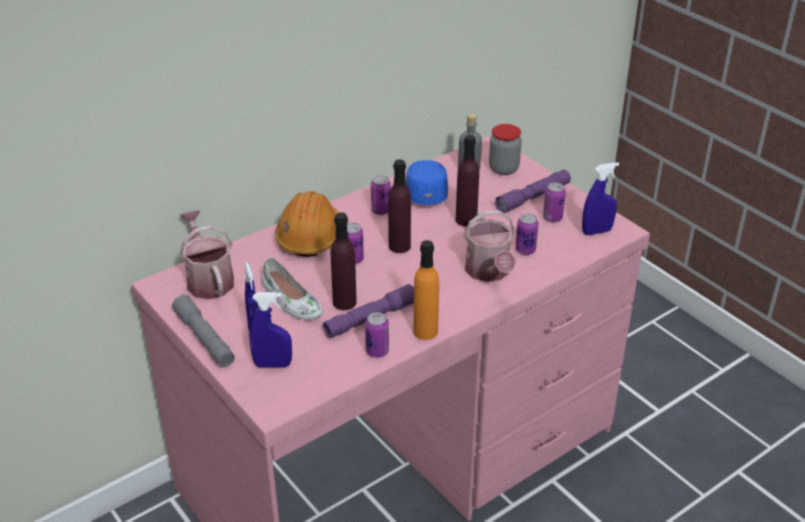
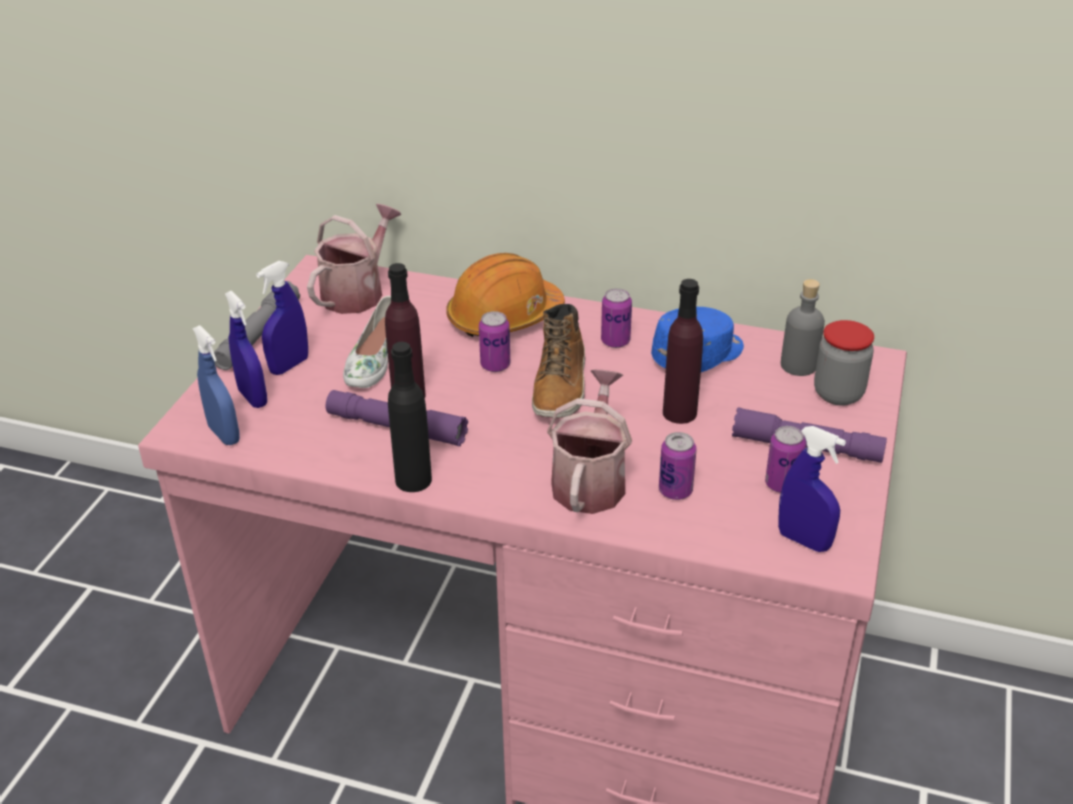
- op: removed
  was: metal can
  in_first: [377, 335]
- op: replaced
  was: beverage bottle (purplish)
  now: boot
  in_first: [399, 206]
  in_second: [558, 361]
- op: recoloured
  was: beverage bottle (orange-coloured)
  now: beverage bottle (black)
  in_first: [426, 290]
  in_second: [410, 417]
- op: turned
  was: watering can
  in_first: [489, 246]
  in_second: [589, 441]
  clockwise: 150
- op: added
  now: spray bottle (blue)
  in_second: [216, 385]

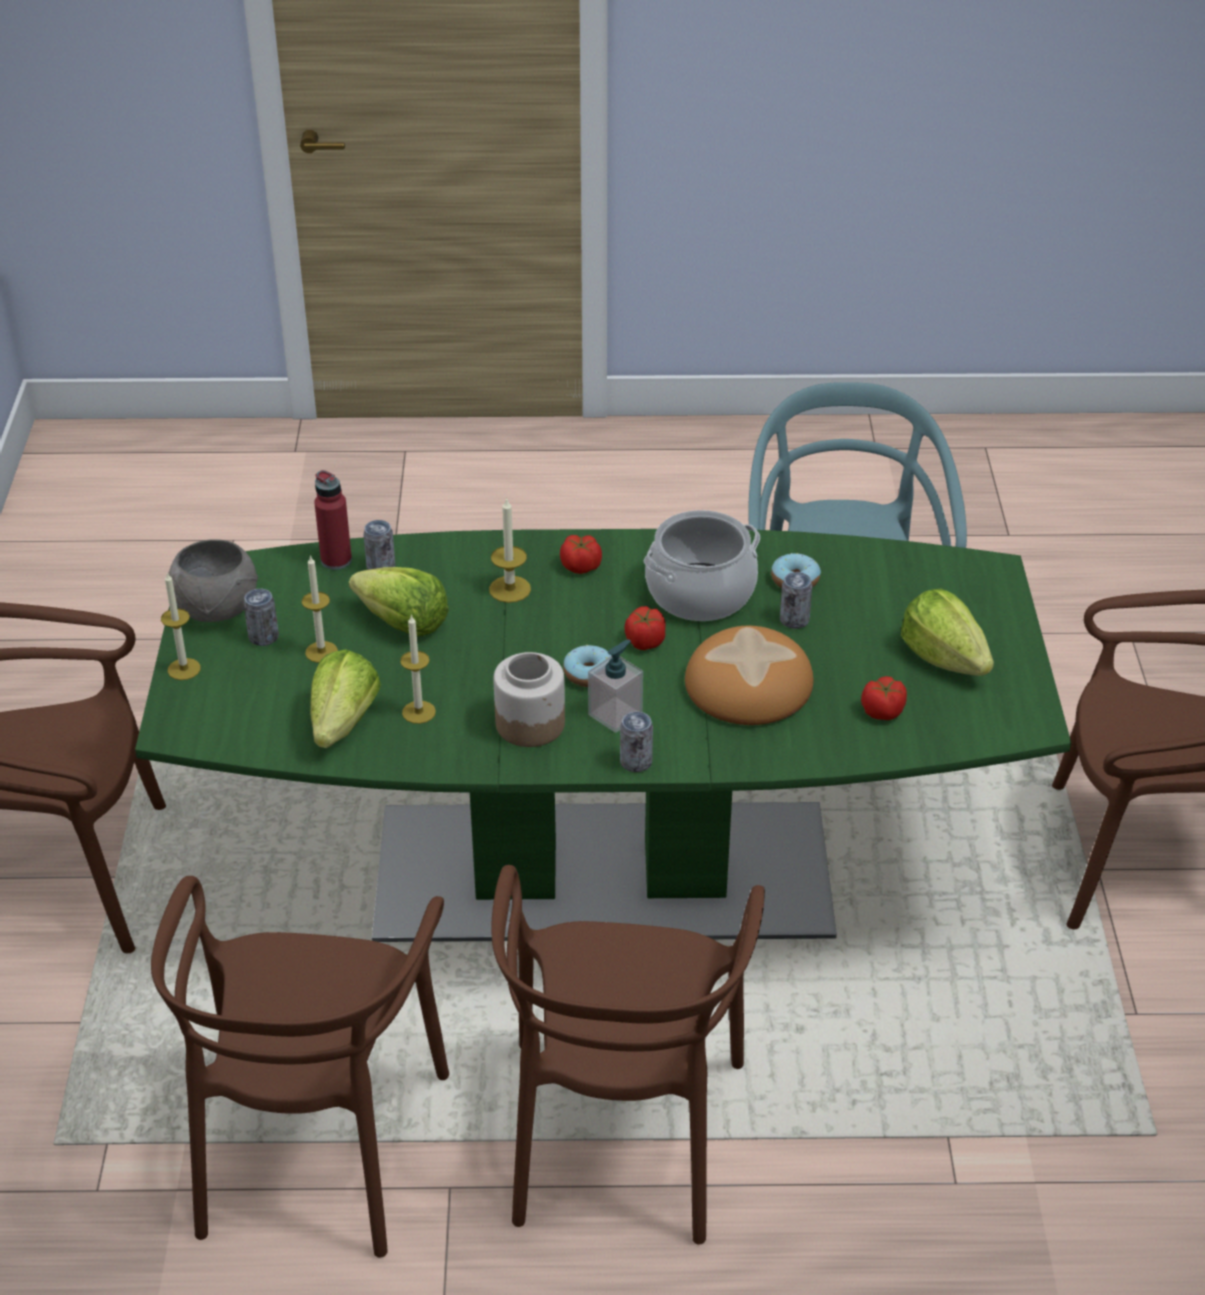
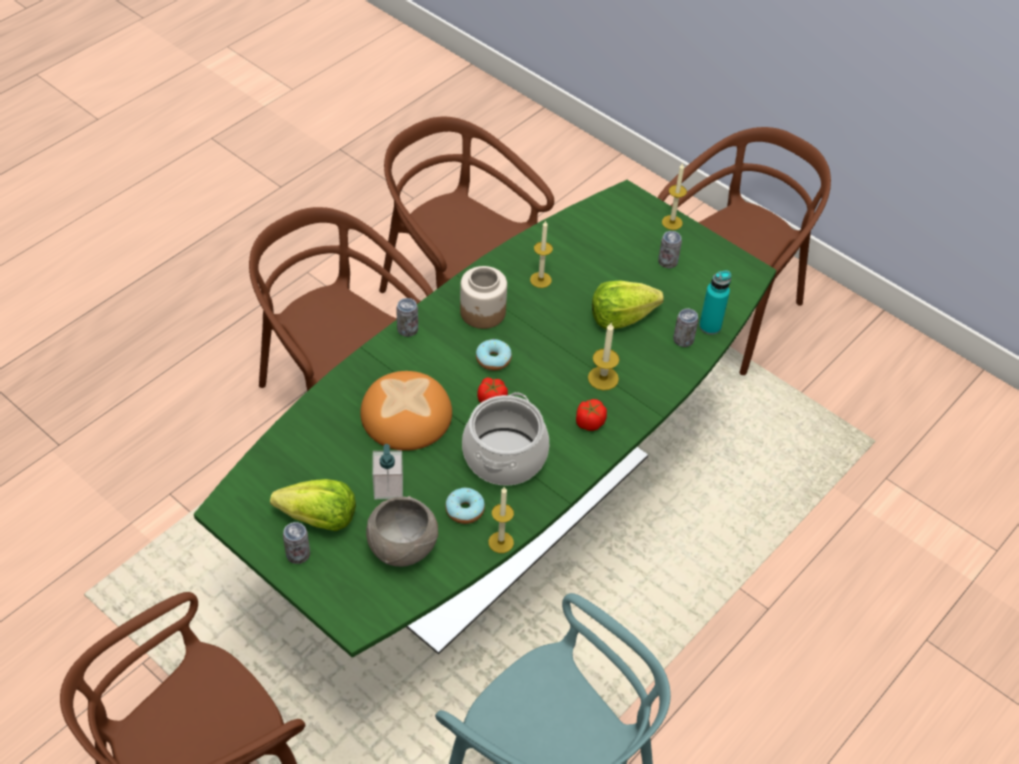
- op: moved
  was: serving bowl (greyish)
  in_first: [213, 580]
  in_second: [402, 531]
- op: moved
  was: wax candle
  in_first: [320, 609]
  in_second: [501, 520]
- op: removed
  was: head of lettuce
  in_first: [345, 698]
- op: recoloured
  was: beverage bottle (reddish)
  now: beverage bottle (turquoise-coloured)
  in_first: [333, 520]
  in_second: [715, 302]
- op: moved
  was: liquid soap bottle
  in_first: [615, 686]
  in_second: [387, 471]
- op: moved
  was: metal can
  in_first: [796, 600]
  in_second: [296, 543]
- op: removed
  was: fresh tomato
  in_first: [884, 698]

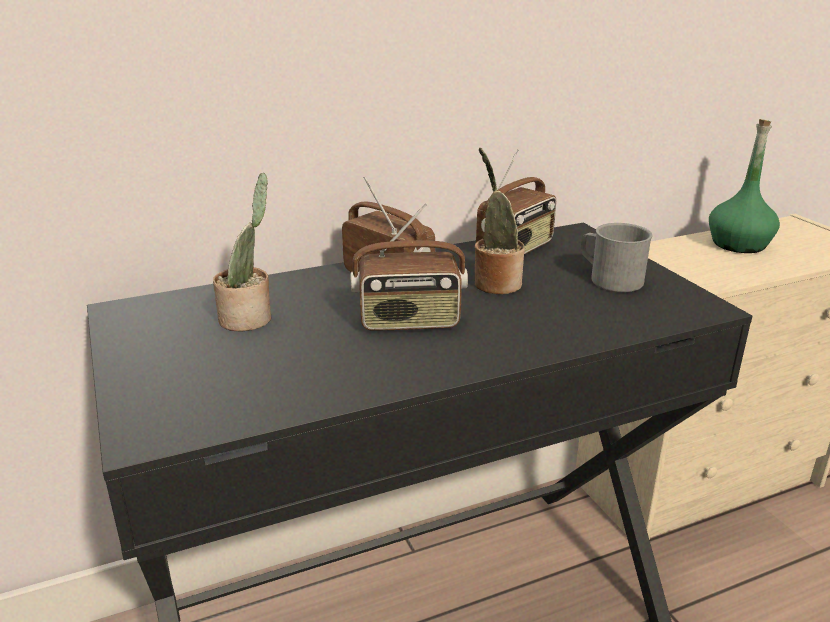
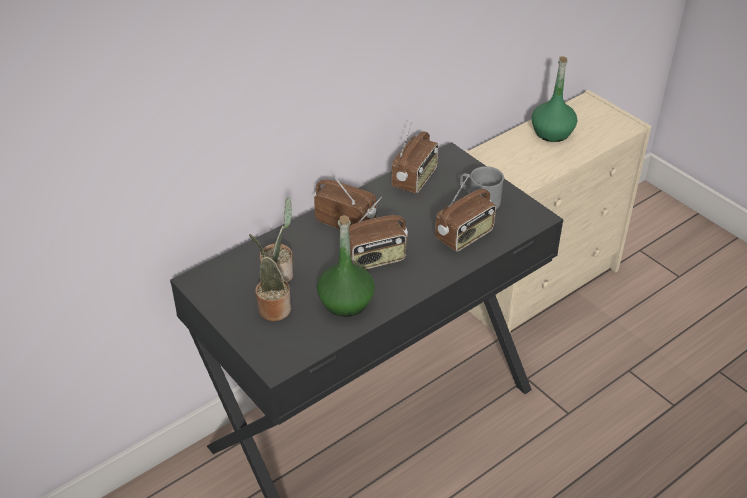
- op: moved
  was: potted plant
  in_first: [500, 221]
  in_second: [270, 277]
- op: added
  now: beverage bottle (green)
  in_second: [346, 266]
- op: added
  now: radio
  in_second: [465, 213]

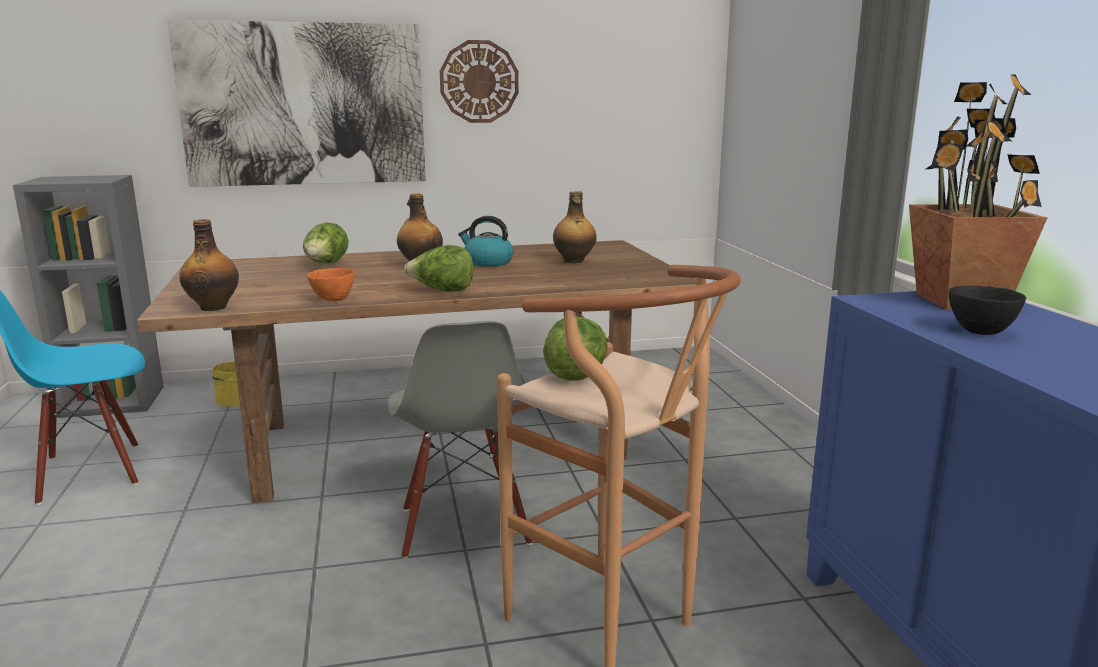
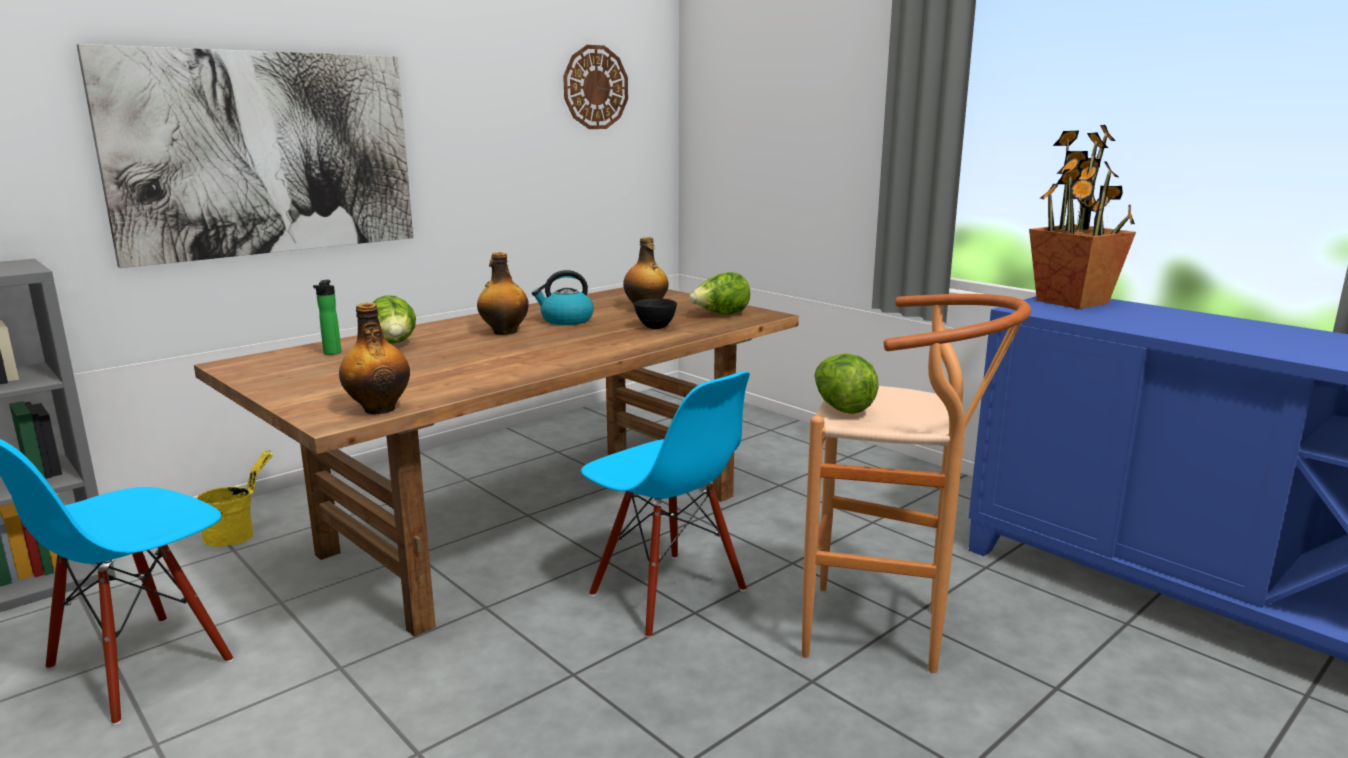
- op: removed
  was: serving bowl (orange-coloured)
  in_first: [331, 284]
- op: recoloured
  was: upright chair (greyish)
  now: upright chair (blue)
  in_first: [460, 440]
  in_second: [665, 505]
- op: moved
  was: head of lettuce
  in_first: [439, 268]
  in_second: [719, 293]
- op: moved
  was: wall clock
  in_first: [479, 81]
  in_second: [595, 87]
- op: moved
  was: serving bowl (black)
  in_first: [987, 310]
  in_second: [655, 313]
- op: added
  now: beverage bottle
  in_second: [327, 317]

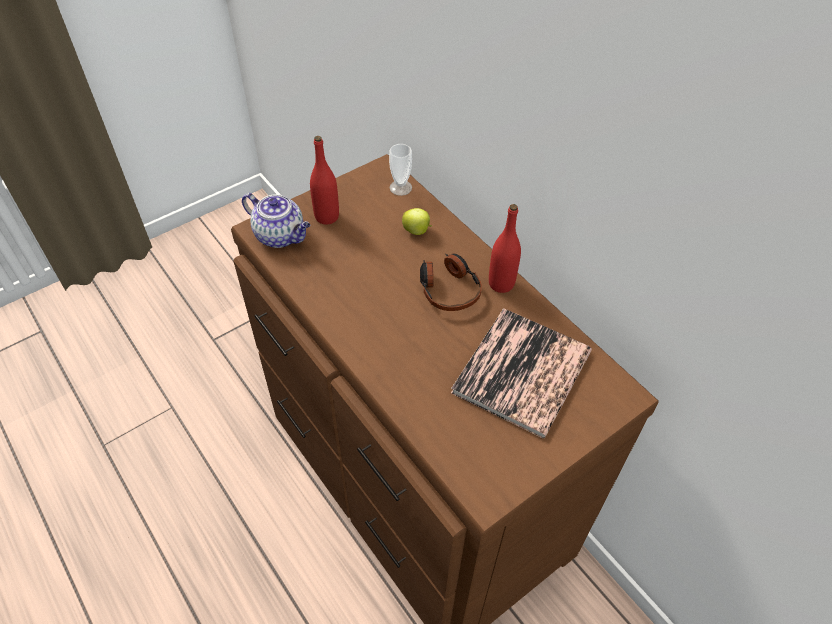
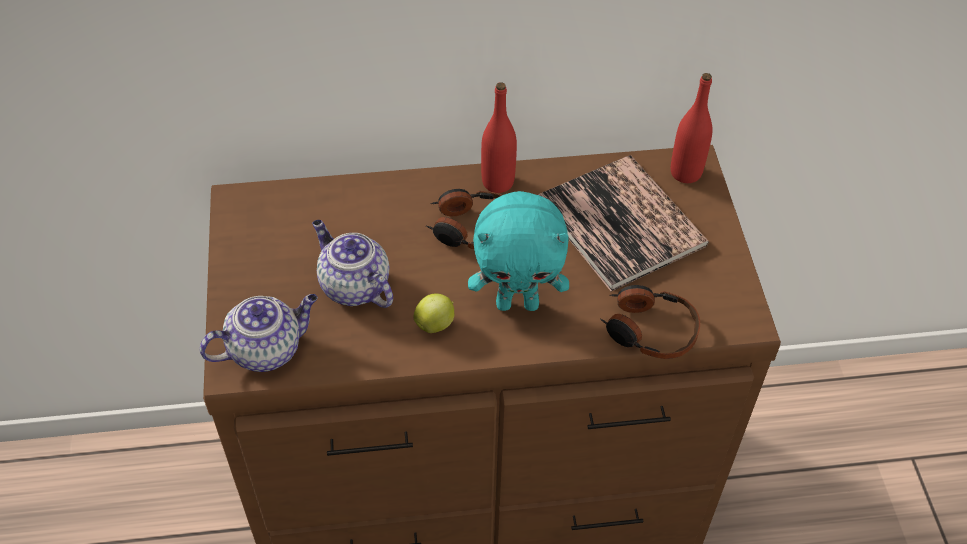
- op: moved
  was: beverage bottle (reddish)
  in_first: [324, 180]
  in_second: [692, 128]
- op: removed
  was: small cup
  in_first: [400, 170]
- op: moved
  was: apple
  in_first: [417, 221]
  in_second: [434, 313]
- op: added
  now: teapot
  in_second: [352, 264]
- op: added
  now: plush toy (turquoise-coloured)
  in_second: [518, 251]
- op: added
  now: headset
  in_second: [650, 322]

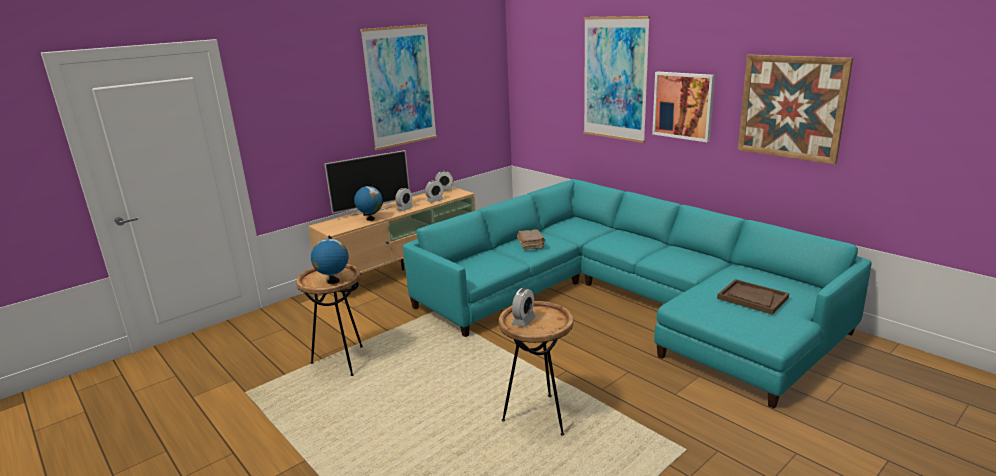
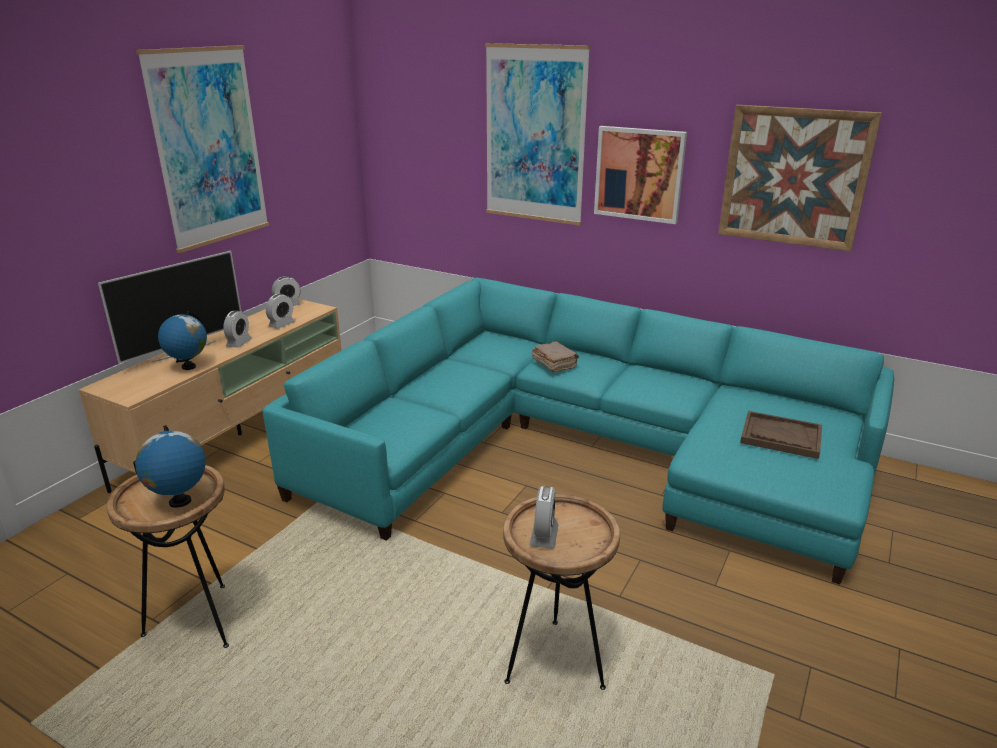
- op: moved
  was: bound book (brown-coloured)
  in_first: [531, 239]
  in_second: [555, 356]

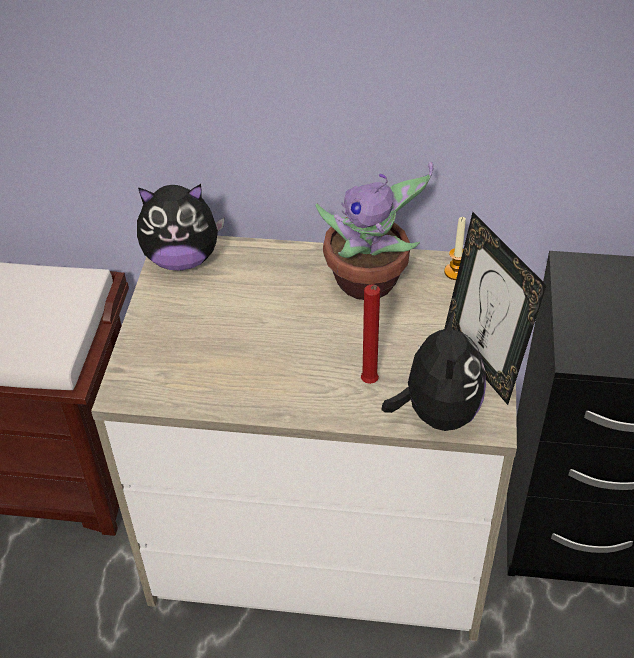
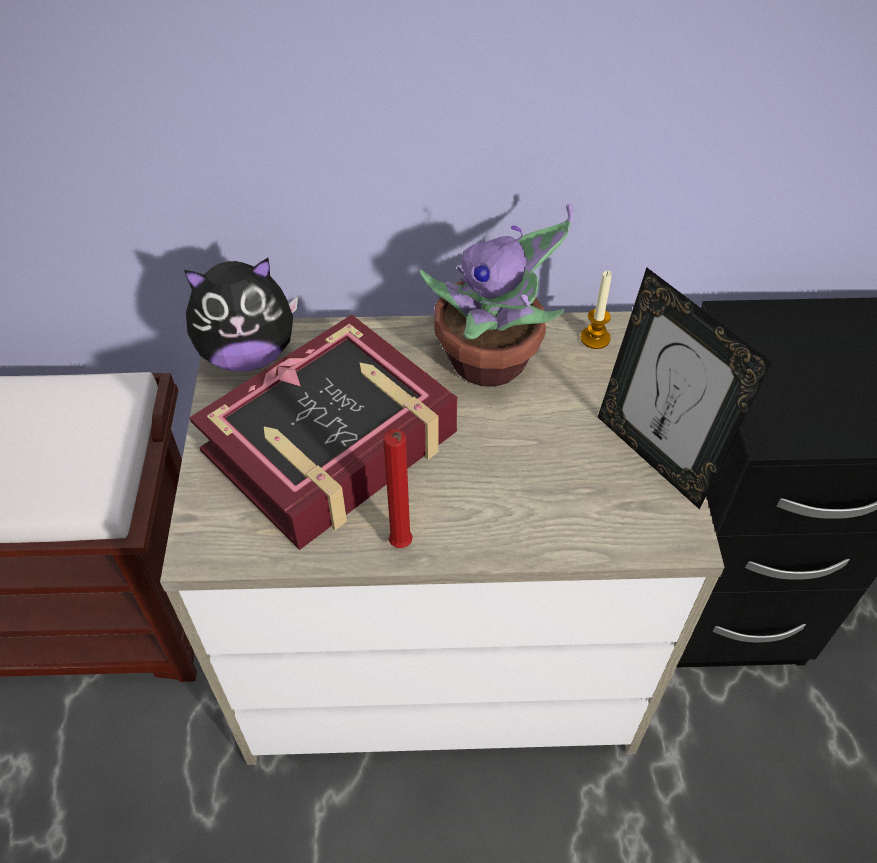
- op: moved
  was: wax candle (reddish)
  in_first: [370, 334]
  in_second: [398, 488]
- op: removed
  was: plush toy
  in_first: [434, 370]
- op: added
  now: bound book
  in_second: [323, 432]

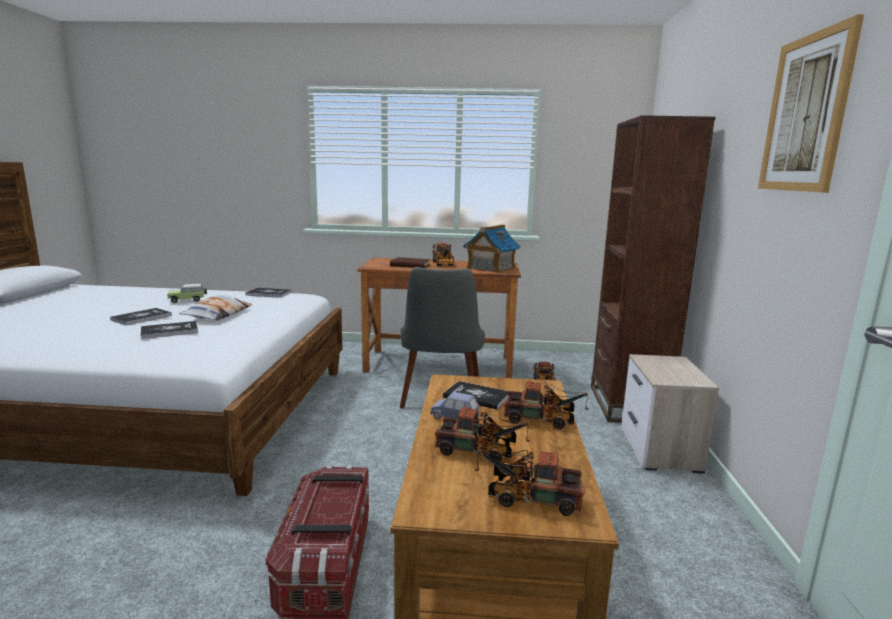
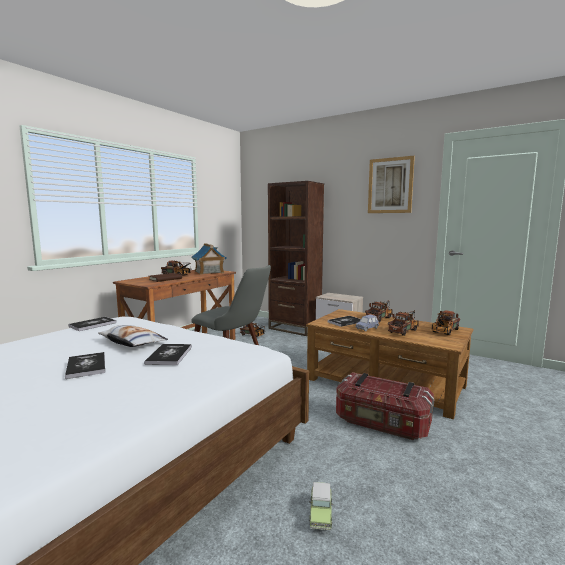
- op: moved
  was: toy car
  in_first: [187, 293]
  in_second: [321, 506]

